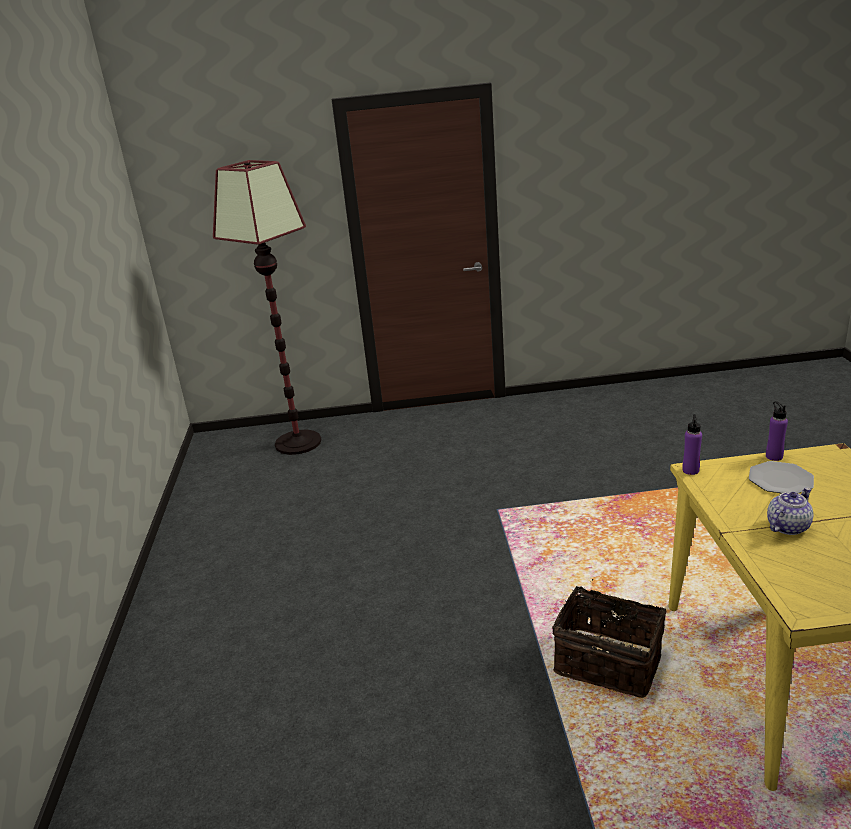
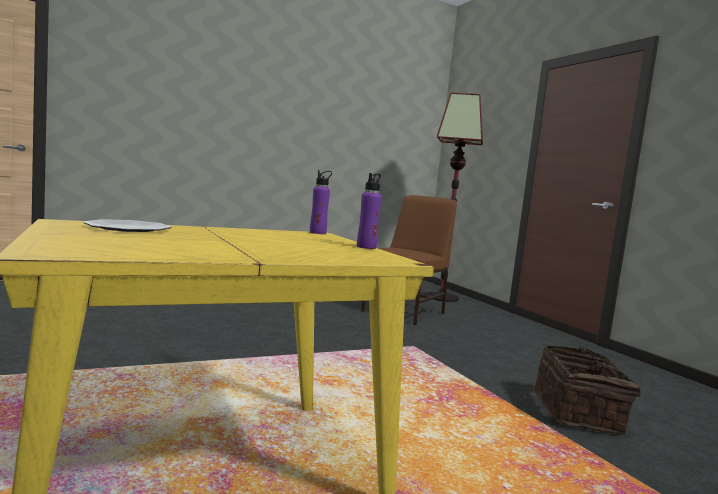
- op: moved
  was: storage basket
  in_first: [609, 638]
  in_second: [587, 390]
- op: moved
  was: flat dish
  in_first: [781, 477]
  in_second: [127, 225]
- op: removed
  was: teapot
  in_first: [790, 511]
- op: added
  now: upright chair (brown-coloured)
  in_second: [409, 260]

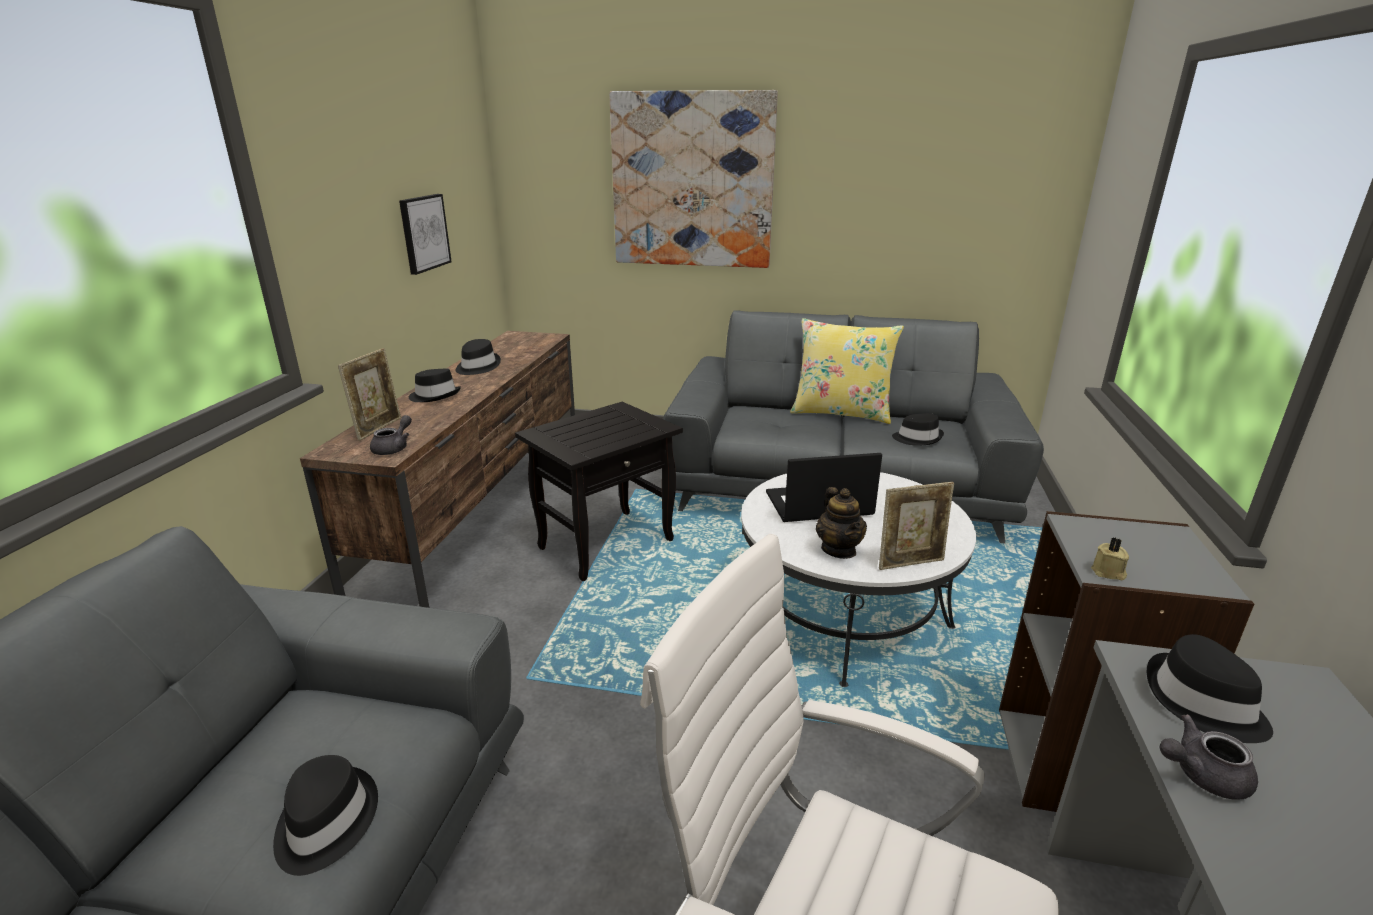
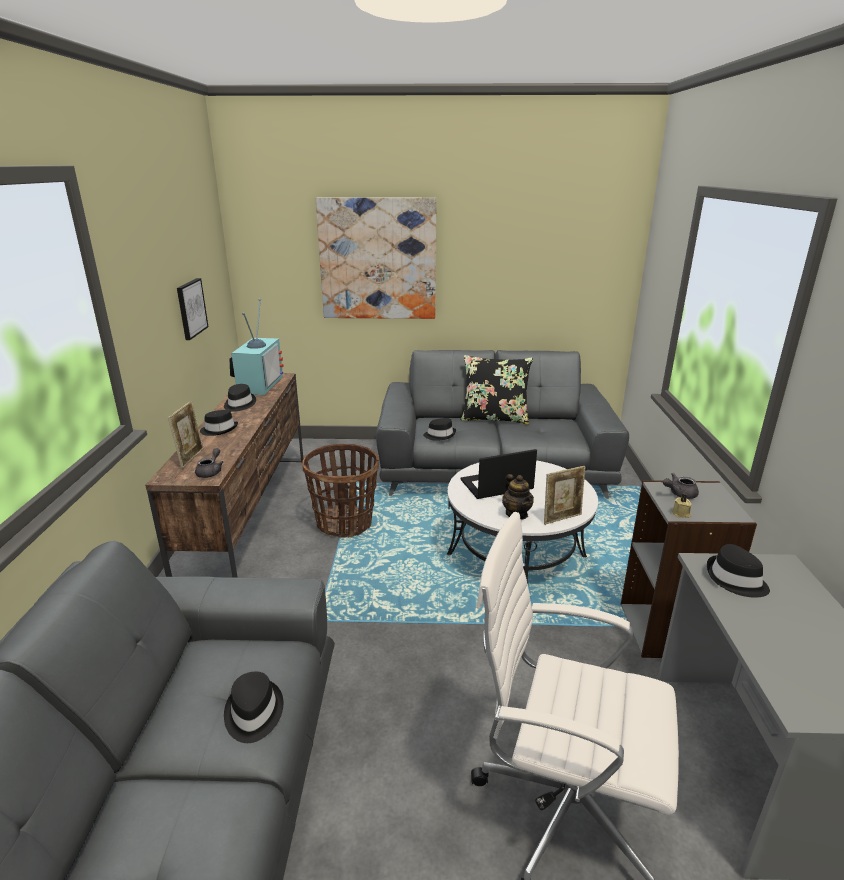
- op: replaced
  was: side table (black)
  now: storage basket
  in_first: [599, 491]
  in_second: [340, 491]
- op: recoloured
  was: cushion (yellow)
  now: cushion (black)
  in_first: [847, 371]
  in_second: [496, 389]
- op: moved
  was: clothing hat (black)
  in_first: [918, 429]
  in_second: [439, 429]
- op: moved
  was: teapot (greyish)
  in_first: [1209, 757]
  in_second: [681, 486]
- op: added
  now: TV set
  in_second: [256, 346]

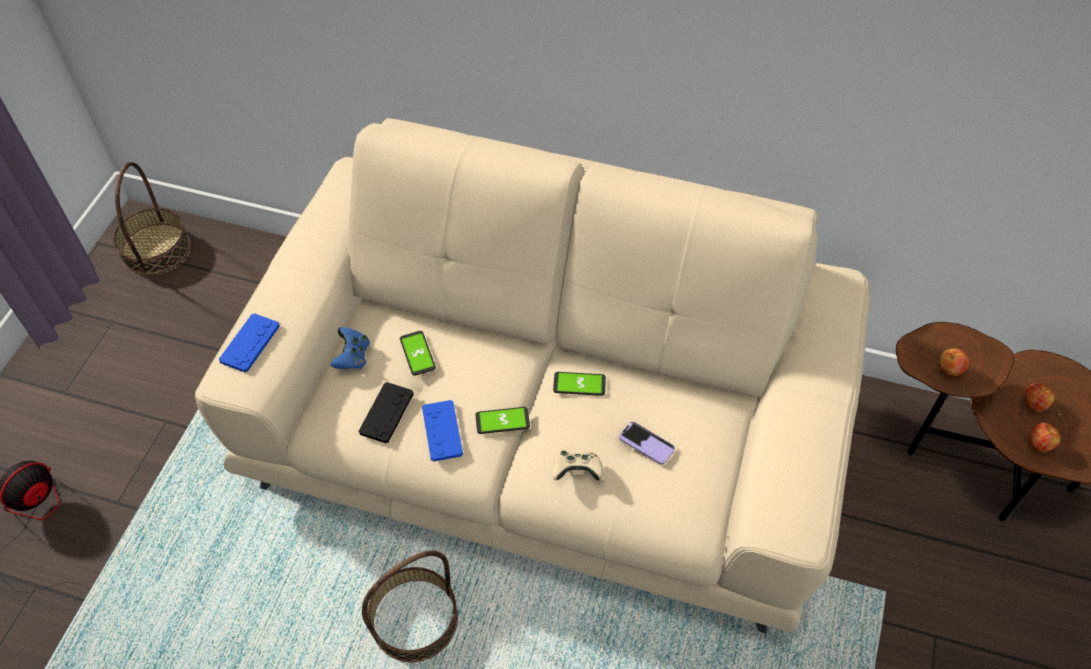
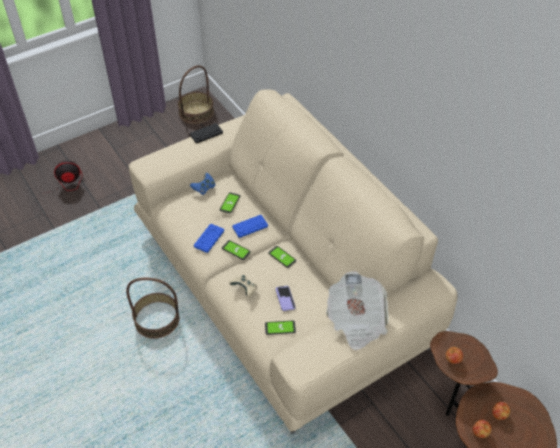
- op: moved
  was: game controller (blue)
  in_first: [249, 342]
  in_second: [250, 226]
- op: moved
  was: game controller (black)
  in_first: [386, 412]
  in_second: [206, 133]
- op: added
  now: telephone
  in_second: [280, 328]
- op: added
  now: daily paper
  in_second: [357, 311]

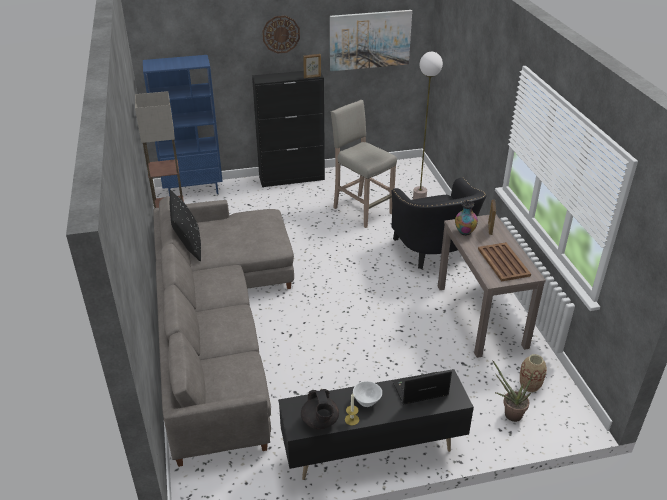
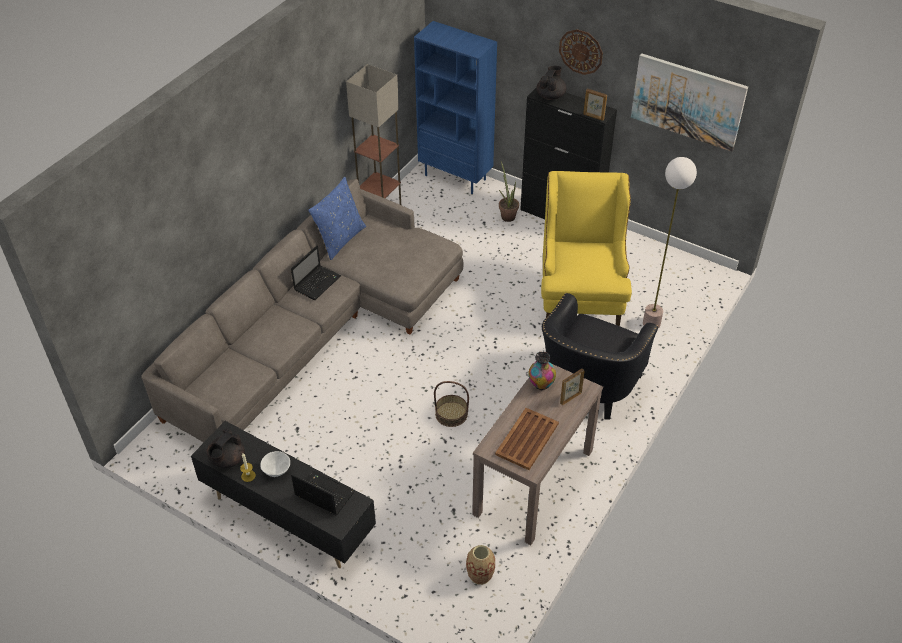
- op: recoloured
  was: cushion (black)
  now: cushion (blue)
  in_first: [185, 225]
  in_second: [337, 218]
- op: replaced
  was: stool seat (sand-coloured)
  now: armchair (yellow)
  in_first: [364, 164]
  in_second: [586, 248]
- op: moved
  was: potted plant
  in_first: [512, 391]
  in_second: [509, 191]
- op: added
  now: laptop
  in_second: [316, 272]
- op: added
  now: storage basket
  in_second: [451, 404]
- op: added
  now: teapot (black)
  in_second: [551, 83]

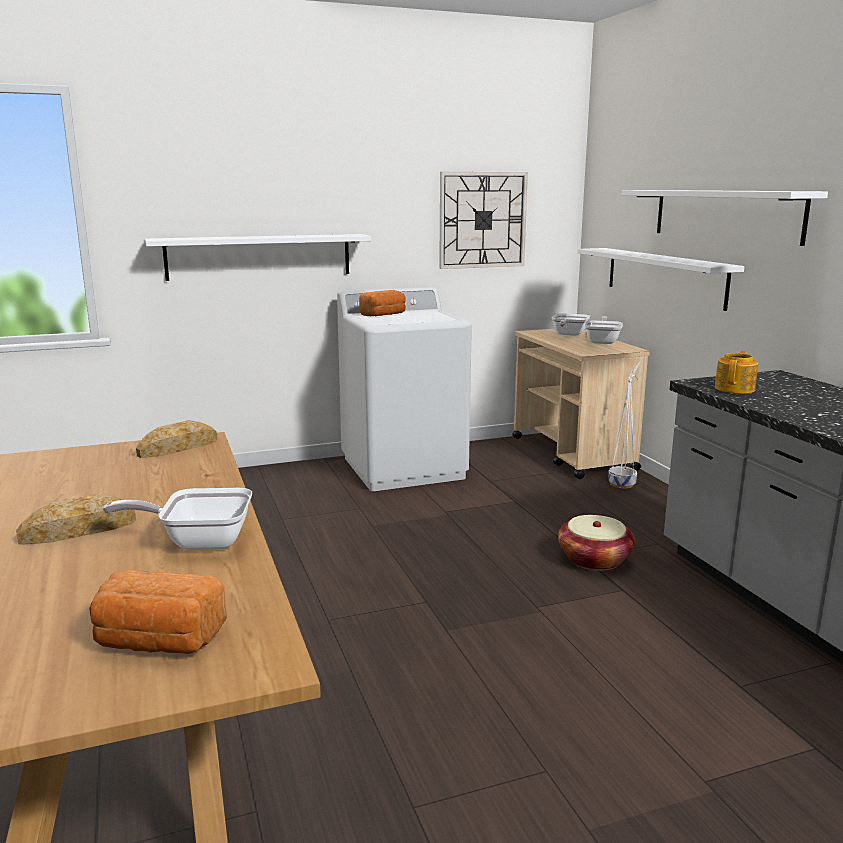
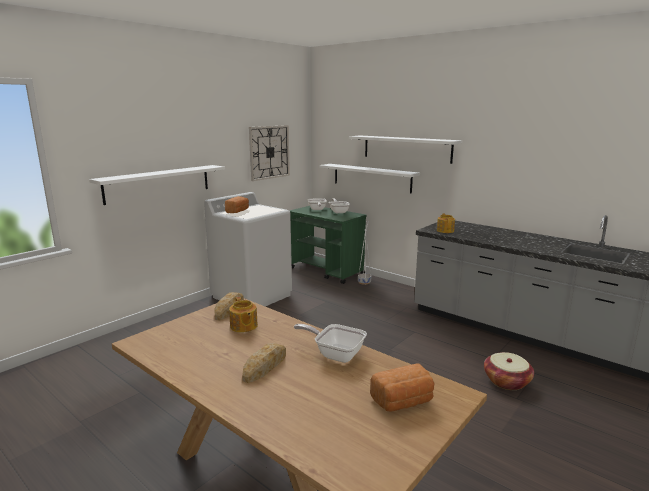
- op: turned
  was: pan
  in_first: [177, 519]
  in_second: [330, 343]
  clockwise: 60
- op: recoloured
  was: trolley (sand-coloured)
  now: trolley (green)
  in_first: [581, 404]
  in_second: [328, 245]
- op: moved
  was: storage basket
  in_first: [596, 543]
  in_second: [509, 371]
- op: added
  now: teapot
  in_second: [243, 315]

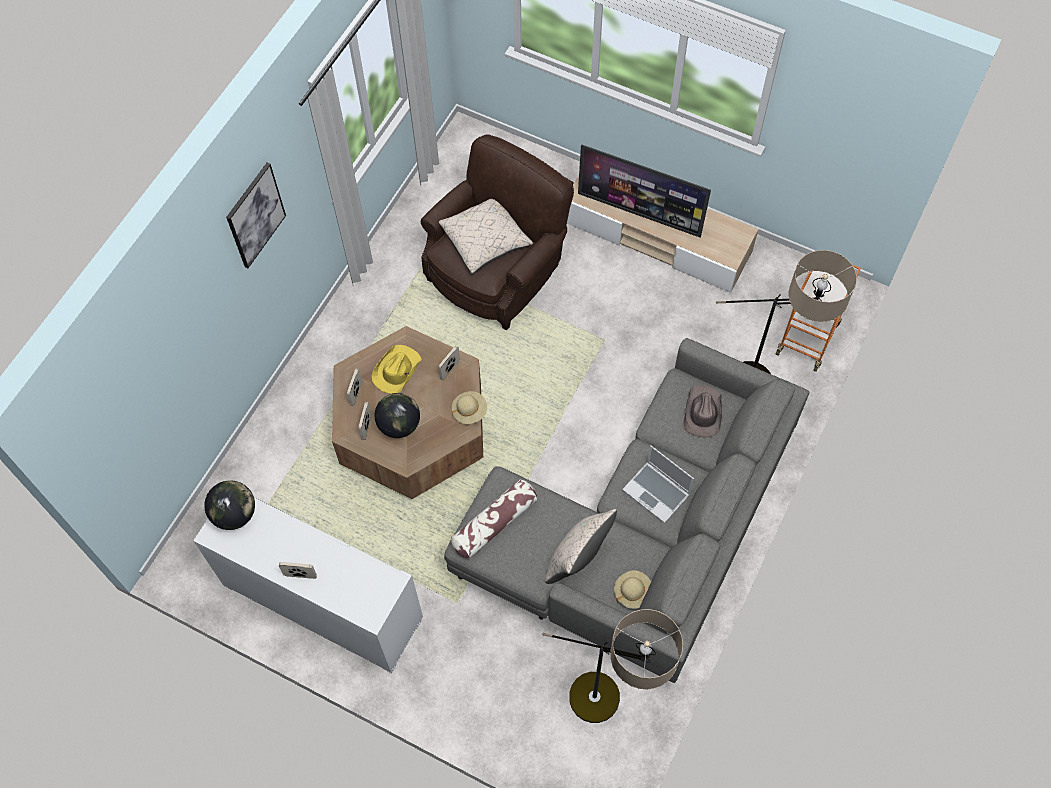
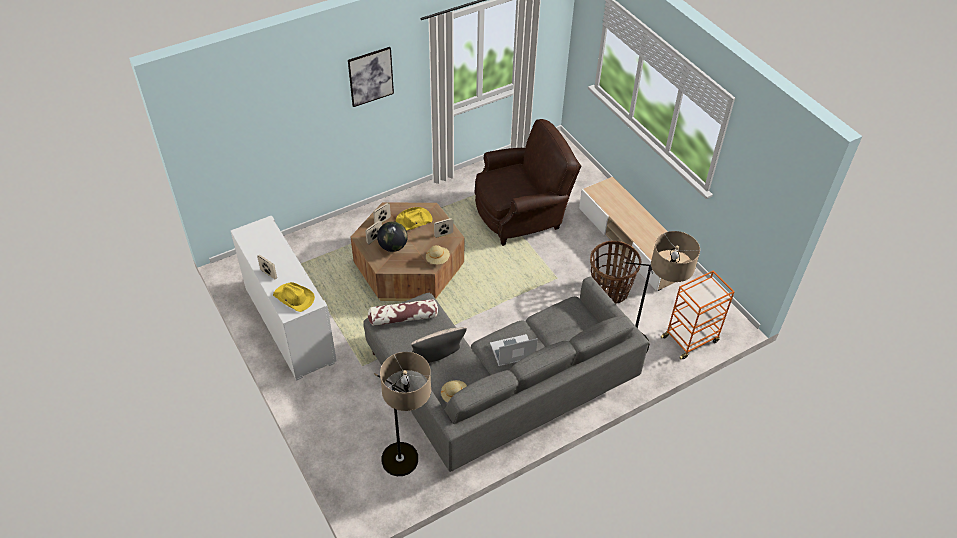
- op: removed
  was: globe
  in_first: [229, 505]
- op: removed
  was: cushion (sand-coloured)
  in_first: [486, 236]
- op: removed
  was: TV set
  in_first: [644, 191]
- op: turned
  was: laptop
  in_first: [658, 484]
  in_second: [514, 350]
  clockwise: 90
- op: removed
  was: clothing hat (brown-coloured)
  in_first: [703, 412]
- op: added
  now: clothing hat (yellow)
  in_second: [294, 297]
- op: added
  now: storage basket
  in_second: [615, 272]

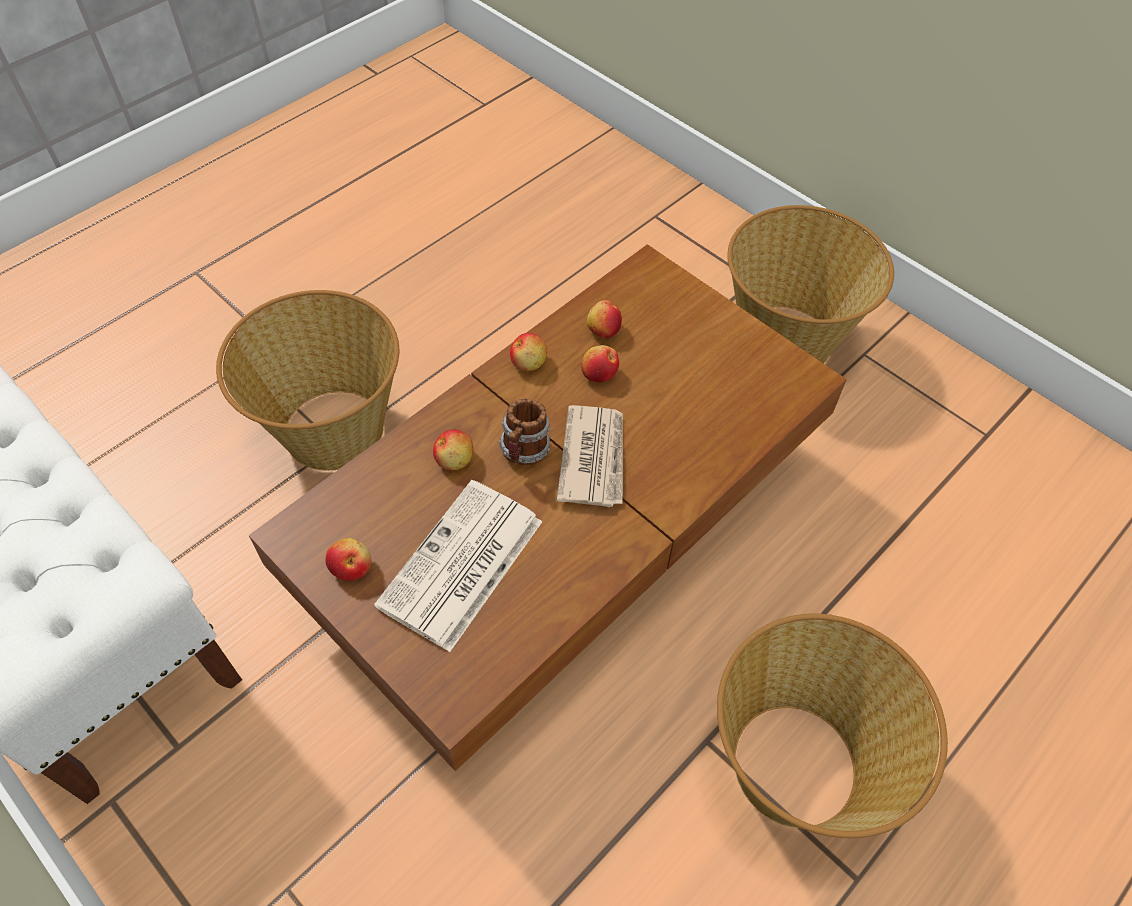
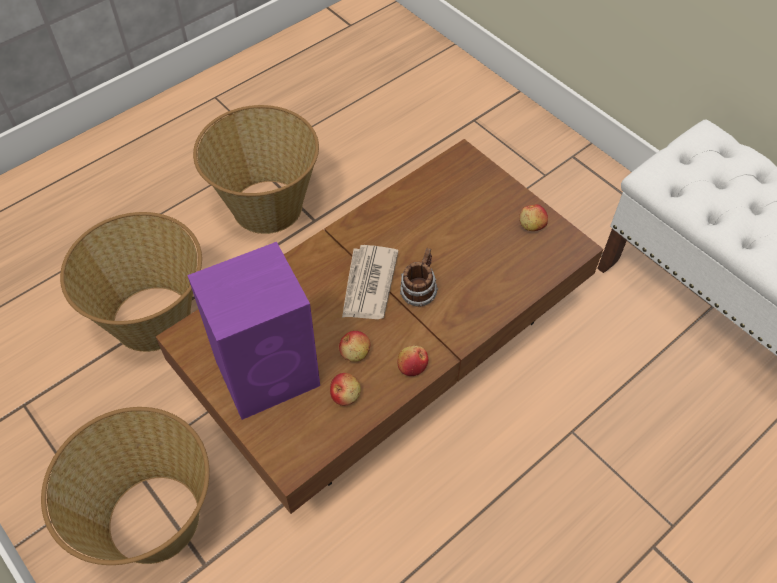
- op: moved
  was: storage basket
  in_first: [307, 380]
  in_second: [131, 282]
- op: removed
  was: daily paper
  in_first: [458, 566]
- op: removed
  was: apple
  in_first: [453, 450]
- op: added
  now: speaker (purplish)
  in_second: [253, 331]

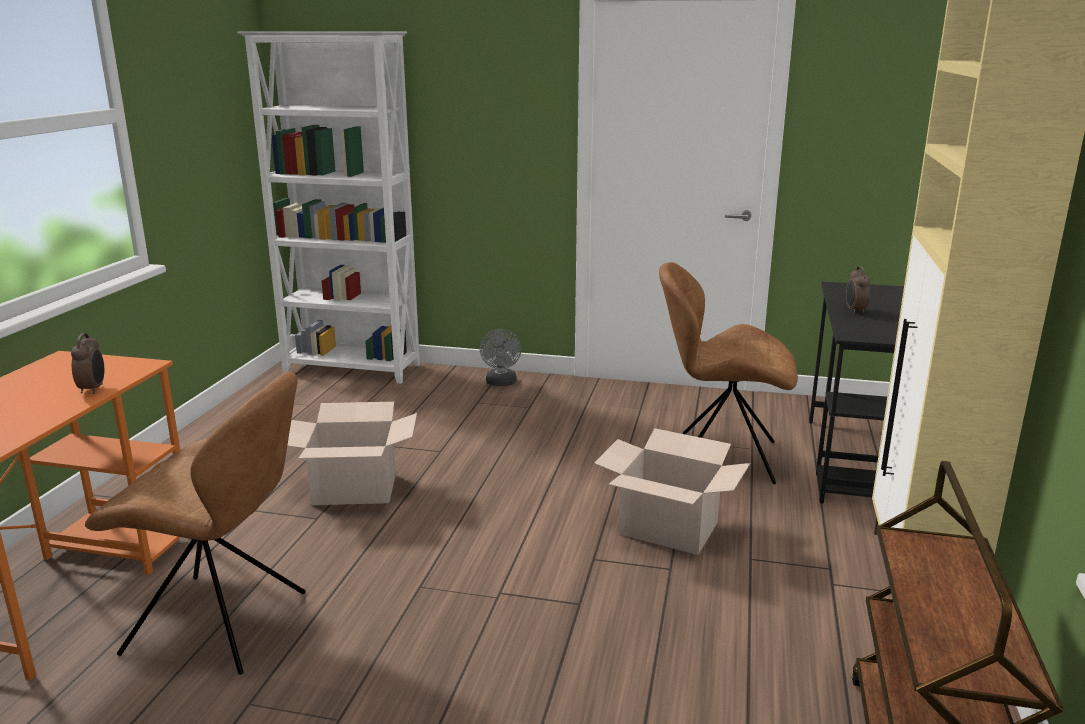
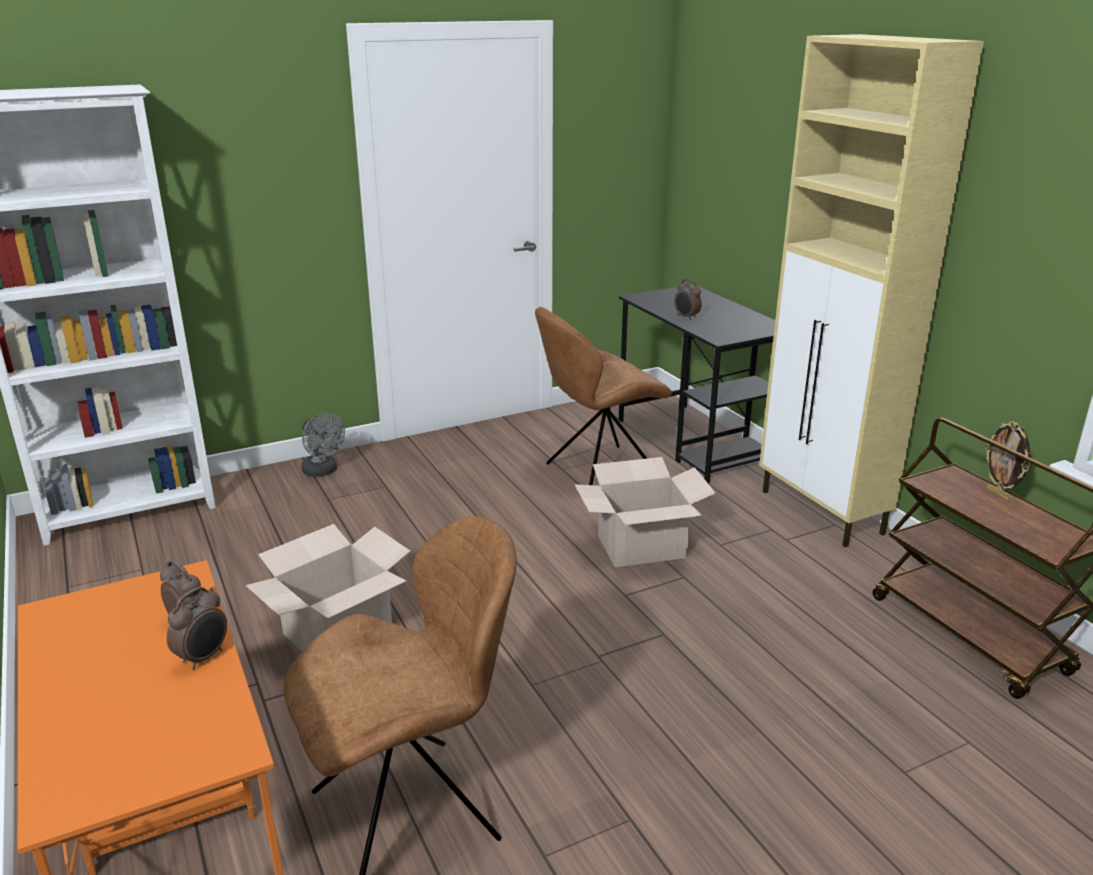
- op: added
  now: bedside clock
  in_second: [197, 628]
- op: added
  now: photo frame
  in_second: [1008, 461]

